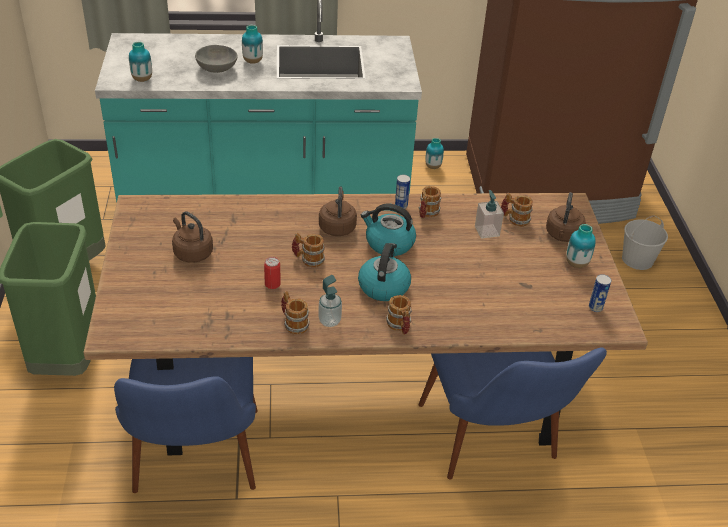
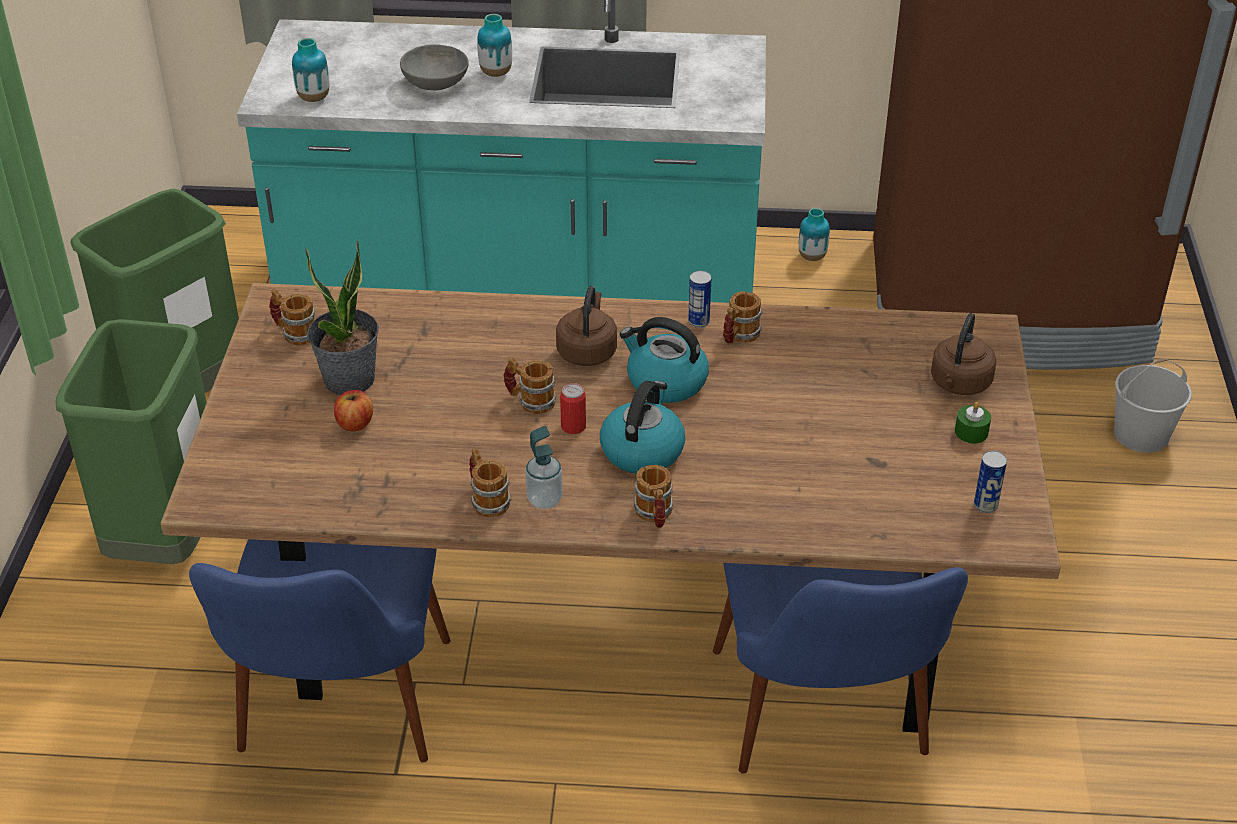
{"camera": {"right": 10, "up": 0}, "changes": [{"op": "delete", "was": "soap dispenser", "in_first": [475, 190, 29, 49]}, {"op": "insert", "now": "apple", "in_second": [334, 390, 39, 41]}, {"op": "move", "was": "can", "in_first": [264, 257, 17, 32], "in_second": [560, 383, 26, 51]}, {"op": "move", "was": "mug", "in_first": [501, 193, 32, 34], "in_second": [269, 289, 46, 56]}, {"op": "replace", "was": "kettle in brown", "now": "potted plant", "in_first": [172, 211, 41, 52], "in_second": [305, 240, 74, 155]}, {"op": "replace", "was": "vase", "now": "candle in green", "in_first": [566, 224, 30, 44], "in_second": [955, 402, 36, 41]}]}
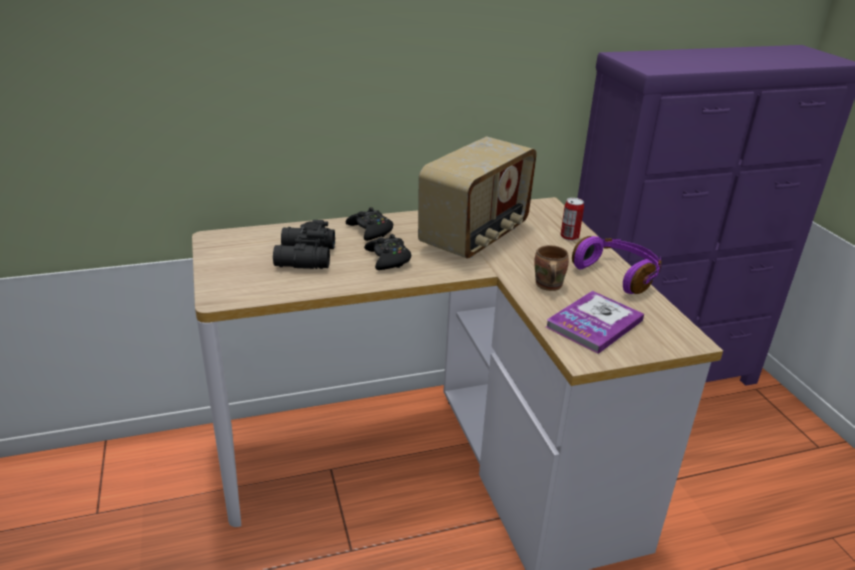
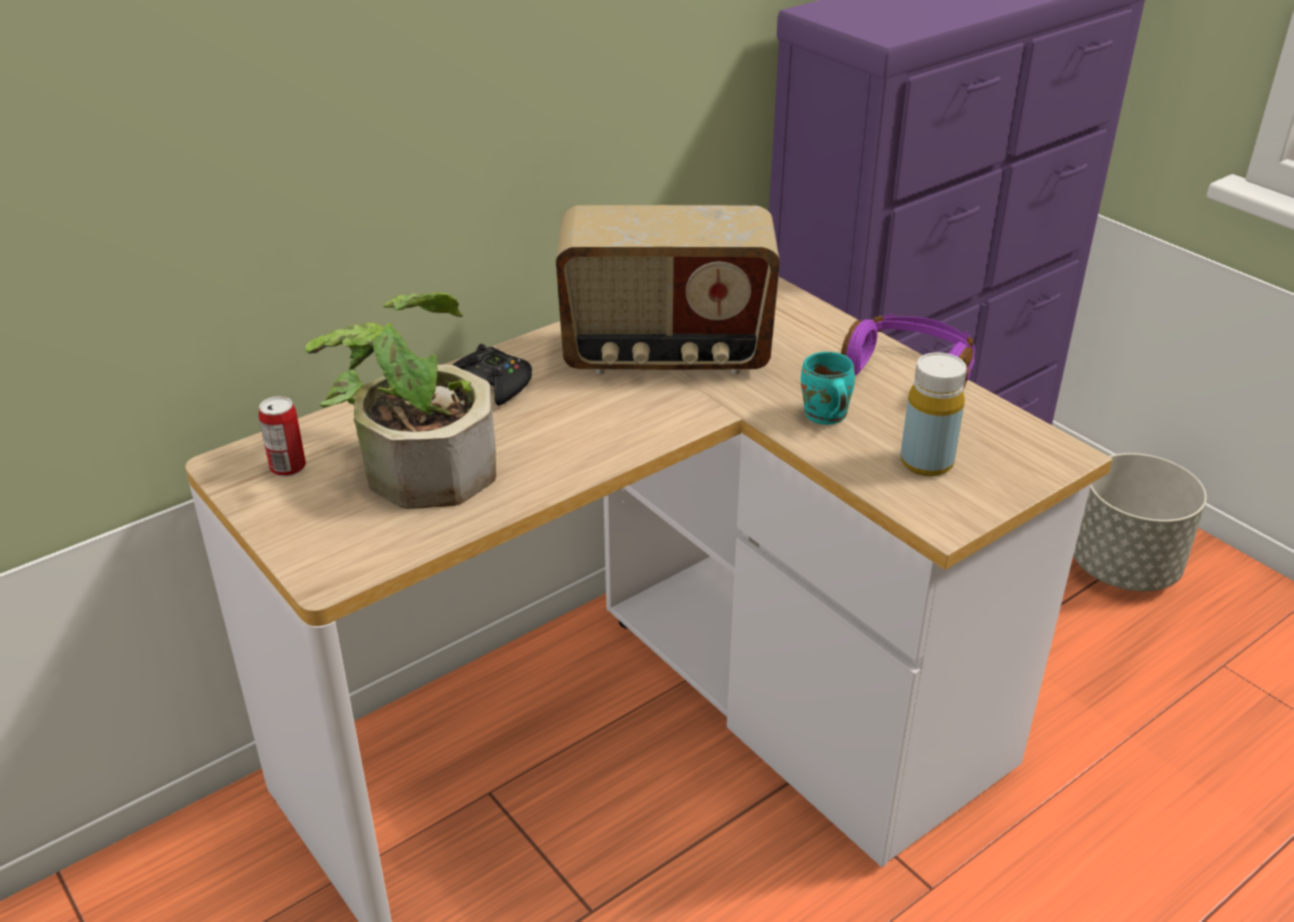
{"camera": {"right": -20, "up": 5}, "changes": [{"op": "delete", "was": "game controller in black", "in_first": [364, 234, 47, 36]}, {"op": "insert", "now": "planter in grey", "in_second": [1073, 453, 134, 138]}, {"op": "move", "was": "can", "in_first": [561, 198, 23, 43], "in_second": [259, 396, 47, 81]}, {"op": "replace", "was": "binoculars in black", "now": "potted plant", "in_first": [273, 220, 62, 49], "in_second": [306, 292, 190, 217]}, {"op": "replace", "was": "book", "now": "bottle in yellow", "in_first": [546, 291, 98, 63], "in_second": [900, 353, 67, 123]}, {"op": "recolor", "was": "mug in brown", "now": "mug in turquoise", "in_first": [534, 245, 35, 46], "in_second": [801, 352, 54, 73]}, {"op": "rotate", "was": "radio", "in_first": [418, 137, 119, 122], "in_second": [556, 205, 224, 169], "clockwise": 75}]}
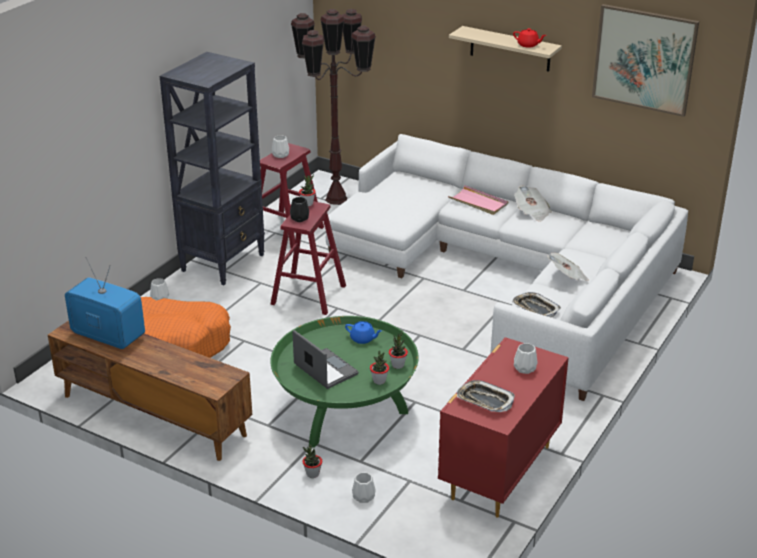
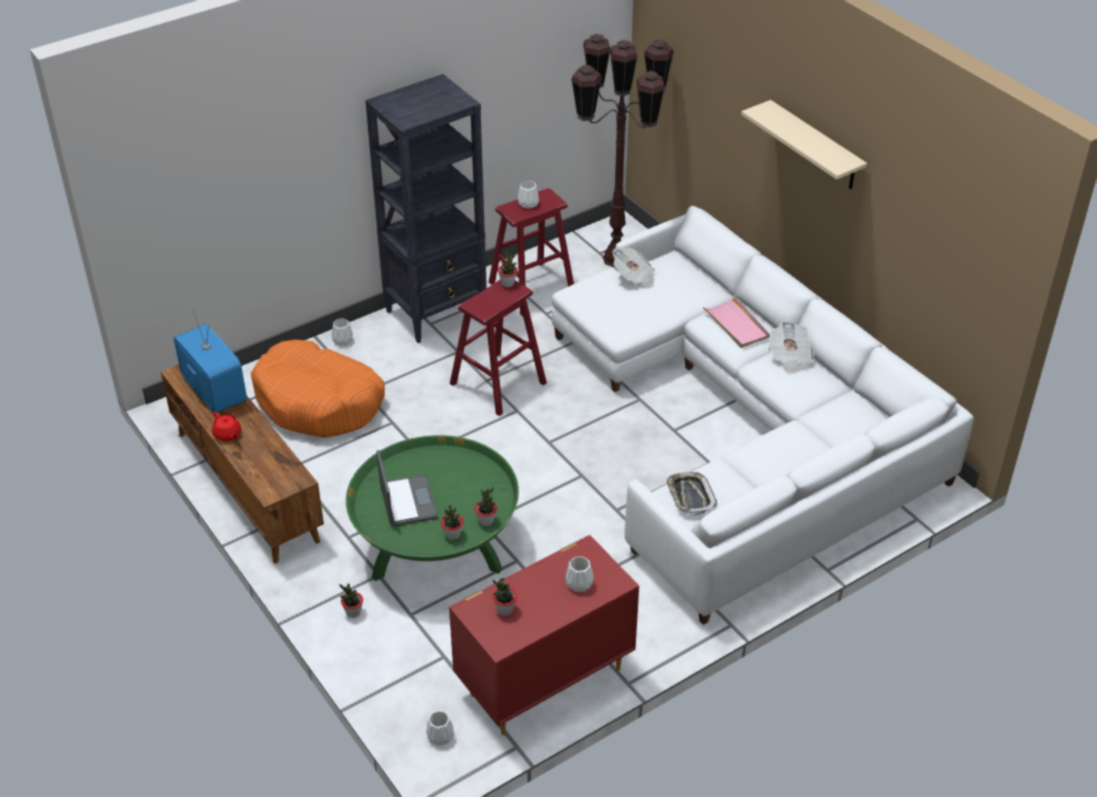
{"camera": {"right": 25, "up": 10}, "changes": [{"op": "delete", "was": "vase in black", "in_first": [290, 197, 19, 25]}, {"op": "delete", "was": "teapot in blue", "in_first": [345, 321, 37, 23]}, {"op": "delete", "was": "picture", "in_first": [592, 4, 107, 113]}, {"op": "move", "was": "vase in white", "in_first": [352, 473, 24, 30], "in_second": [426, 711, 28, 35]}, {"op": "move", "was": "teapot in red", "in_first": [513, 28, 33, 20], "in_second": [212, 412, 29, 29]}, {"op": "move", "was": "newspaper", "in_first": [547, 253, 42, 28], "in_second": [612, 247, 43, 40]}, {"op": "replace", "was": "tray", "now": "potted plant", "in_first": [457, 380, 58, 32], "in_second": [492, 578, 25, 38]}]}
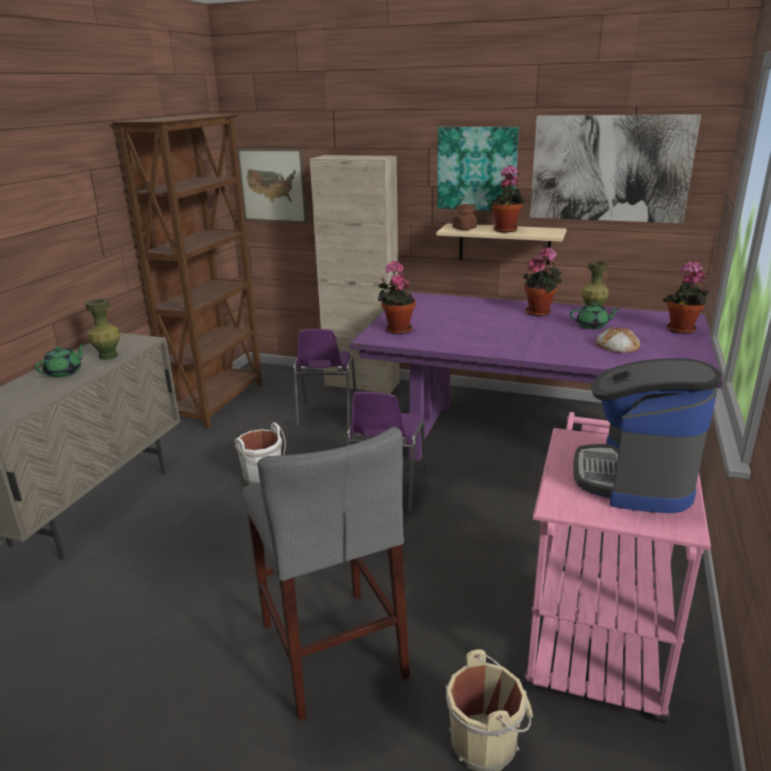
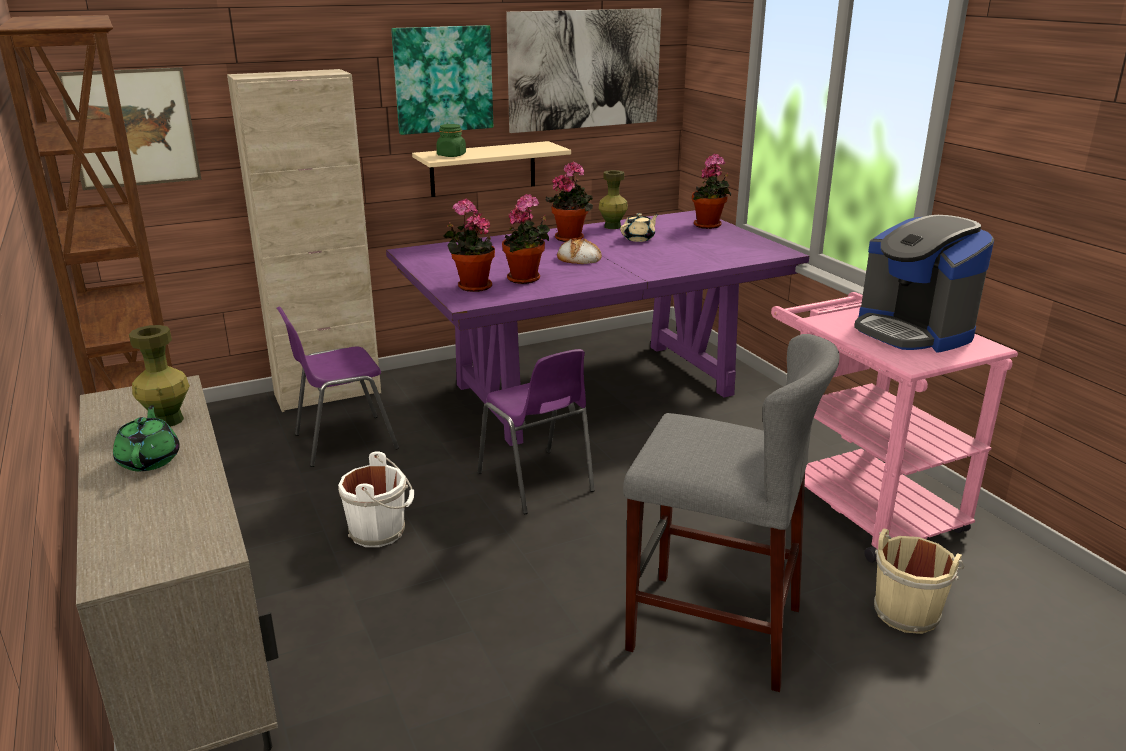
{"camera": {"right": -45, "up": 0}, "changes": [{"op": "move", "was": "potted plant", "in_first": [490, 165, 35, 68], "in_second": [502, 194, 48, 90]}, {"op": "move", "was": "bread", "in_first": [596, 326, 44, 27], "in_second": [557, 238, 45, 26]}, {"op": "recolor", "was": "jar in brown", "now": "jar in green", "in_first": [453, 204, 24, 26], "in_second": [436, 124, 30, 33]}, {"op": "recolor", "was": "teapot in green", "now": "teapot in beige", "in_first": [570, 303, 50, 26], "in_second": [620, 213, 39, 29]}, {"op": "rotate", "was": "chair in purple", "in_first": [293, 329, 63, 100], "in_second": [276, 306, 123, 161], "clockwise": 105}]}
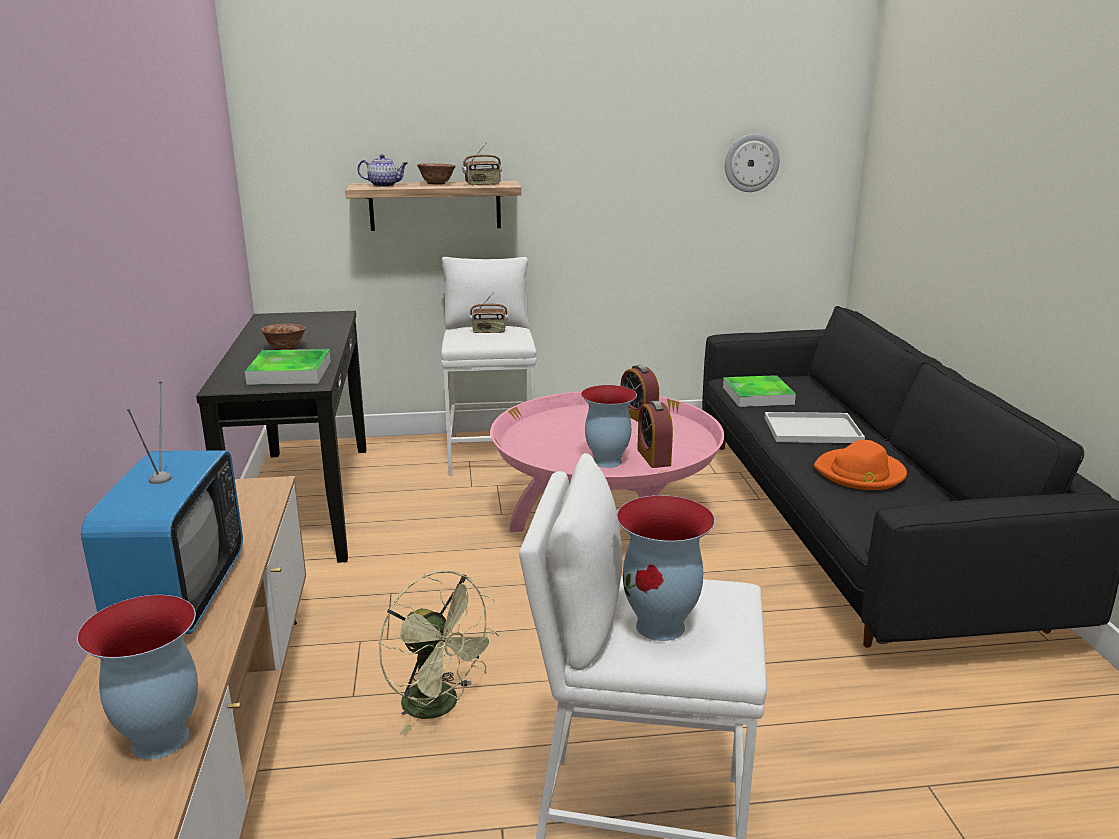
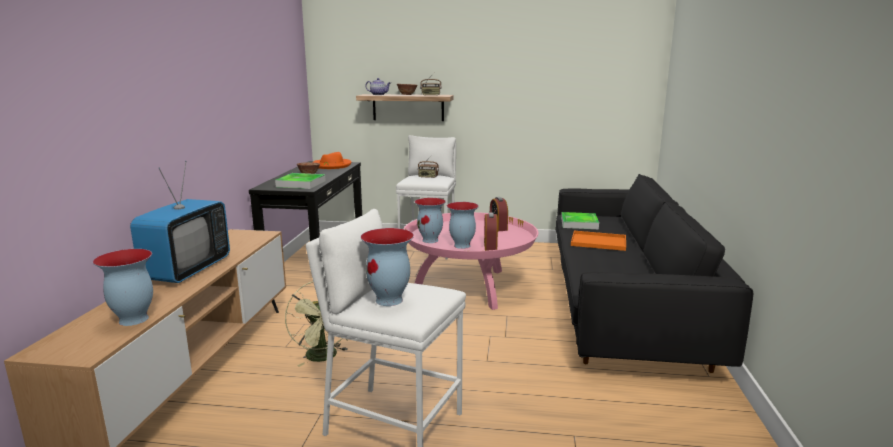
{"camera": {"right": 15, "up": -5}, "changes": [{"op": "delete", "was": "wall clock", "in_first": [725, 134, 55, 58]}, {"op": "insert", "now": "vase", "in_second": [414, 198, 32, 45]}, {"op": "move", "was": "hat in orange", "in_first": [814, 440, 93, 50], "in_second": [313, 152, 39, 17]}, {"op": "recolor", "was": "tray in white", "now": "tray in orange", "in_first": [765, 412, 100, 31], "in_second": [571, 231, 55, 20]}]}
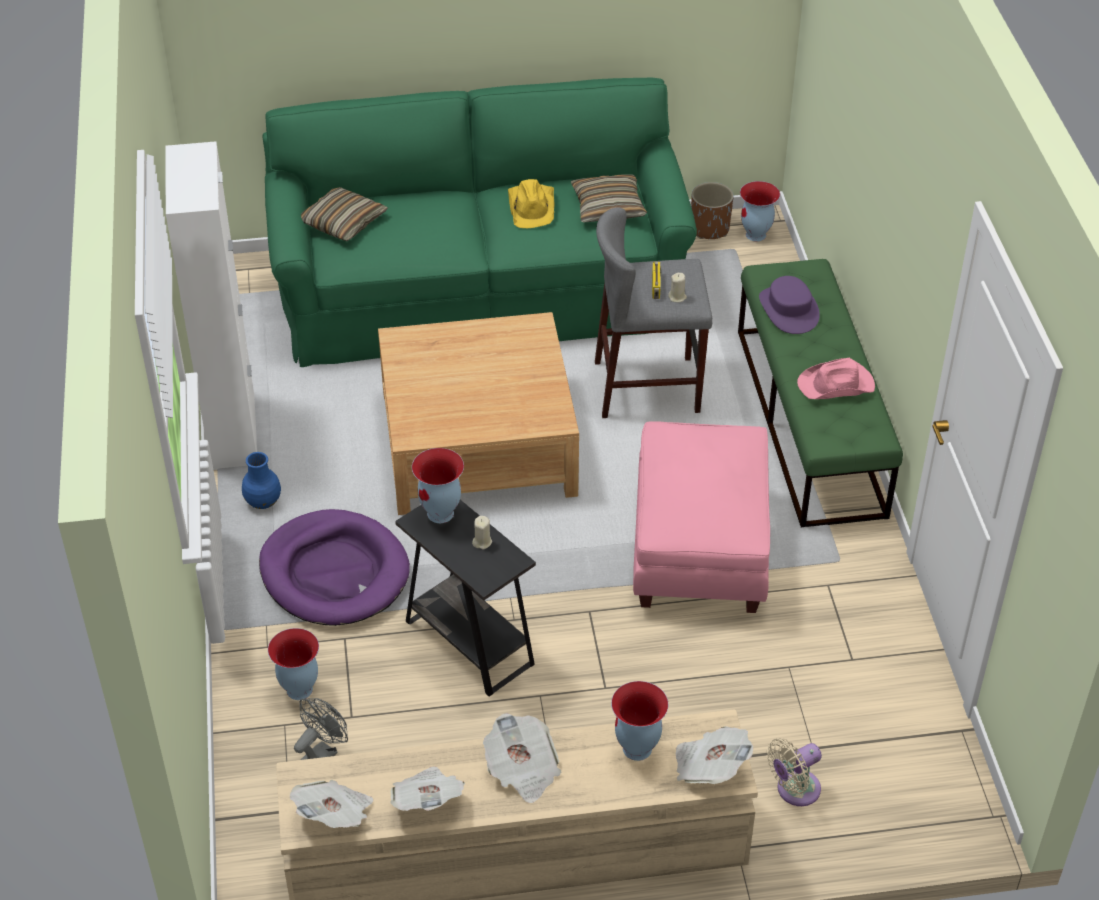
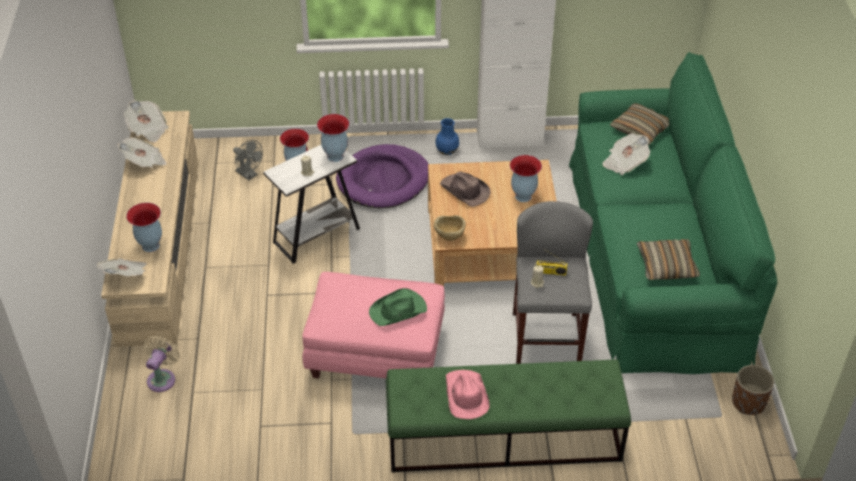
{"camera": {"right": 95, "up": 0}, "changes": [{"op": "delete", "was": "hat in yellow", "in_first": [508, 179, 47, 49]}, {"op": "delete", "was": "hat in purple", "in_first": [759, 276, 61, 58]}, {"op": "insert", "now": "hat in green", "in_second": [369, 288, 58, 38]}, {"op": "insert", "now": "bowl in beige", "in_second": [434, 215, 32, 26]}, {"op": "insert", "now": "hat in brown", "in_second": [440, 171, 50, 36]}, {"op": "move", "was": "newspaper", "in_first": [483, 713, 78, 90], "in_second": [602, 133, 48, 42]}, {"op": "move", "was": "vase", "in_first": [740, 181, 40, 61], "in_second": [510, 155, 32, 47]}, {"op": "recolor", "was": "side table in black", "now": "side table in white", "in_first": [395, 500, 141, 197], "in_second": [263, 145, 97, 119]}, {"op": "rotate", "was": "fan in beige", "in_first": [767, 738, 55, 68], "in_second": [144, 335, 36, 57], "clockwise": 45}]}
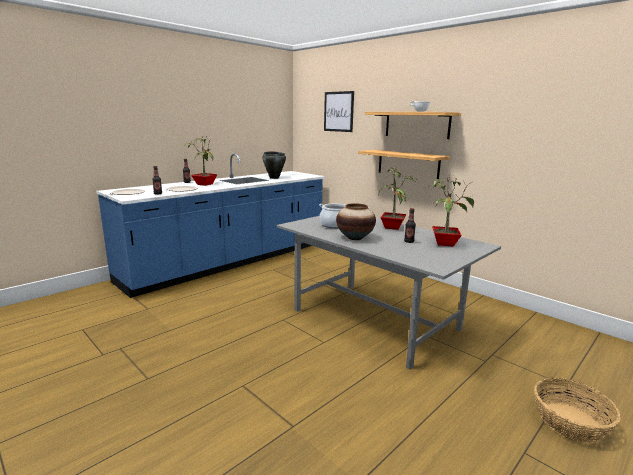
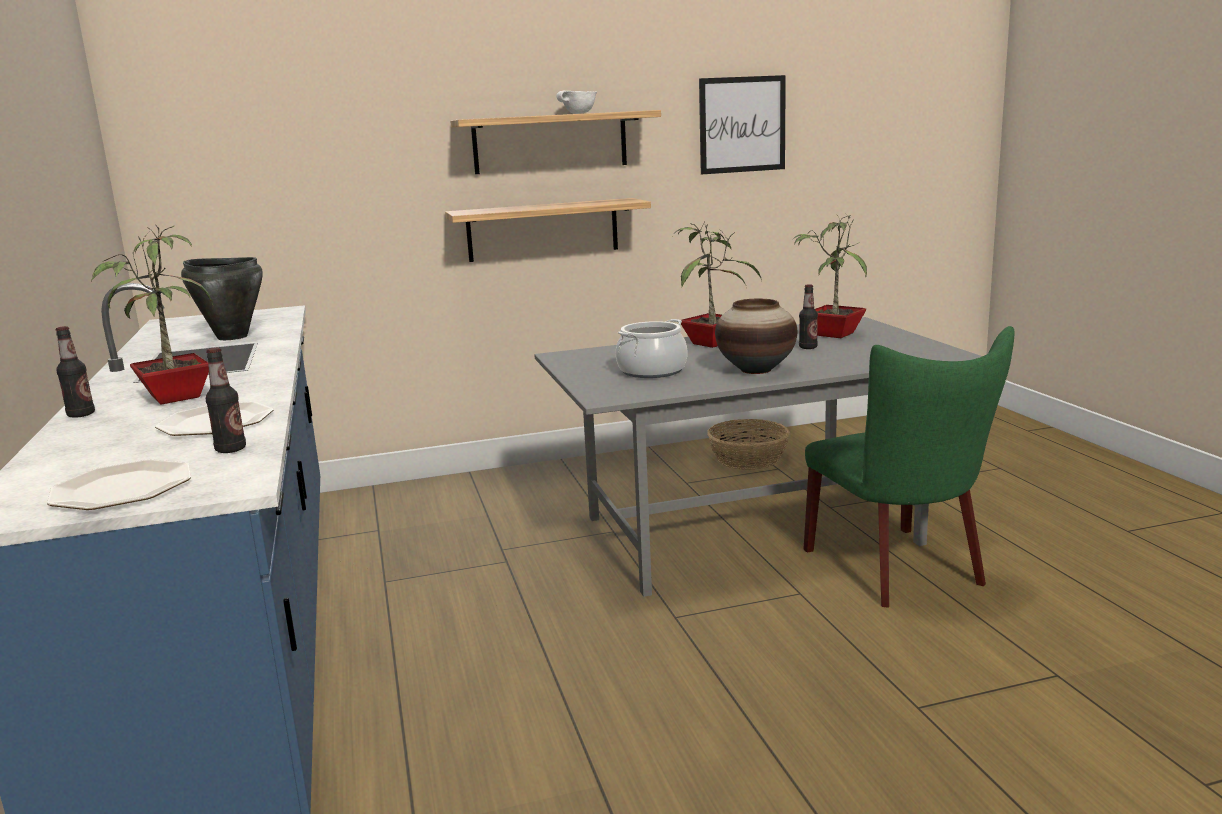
{"camera": {"right": -60, "up": 0}, "changes": [{"op": "insert", "now": "chair in green", "in_second": [803, 326, 211, 282]}, {"op": "move", "was": "picture", "in_first": [324, 91, 30, 41], "in_second": [699, 75, 87, 99]}, {"op": "move", "was": "basket", "in_first": [534, 378, 87, 65], "in_second": [708, 419, 82, 51]}]}
